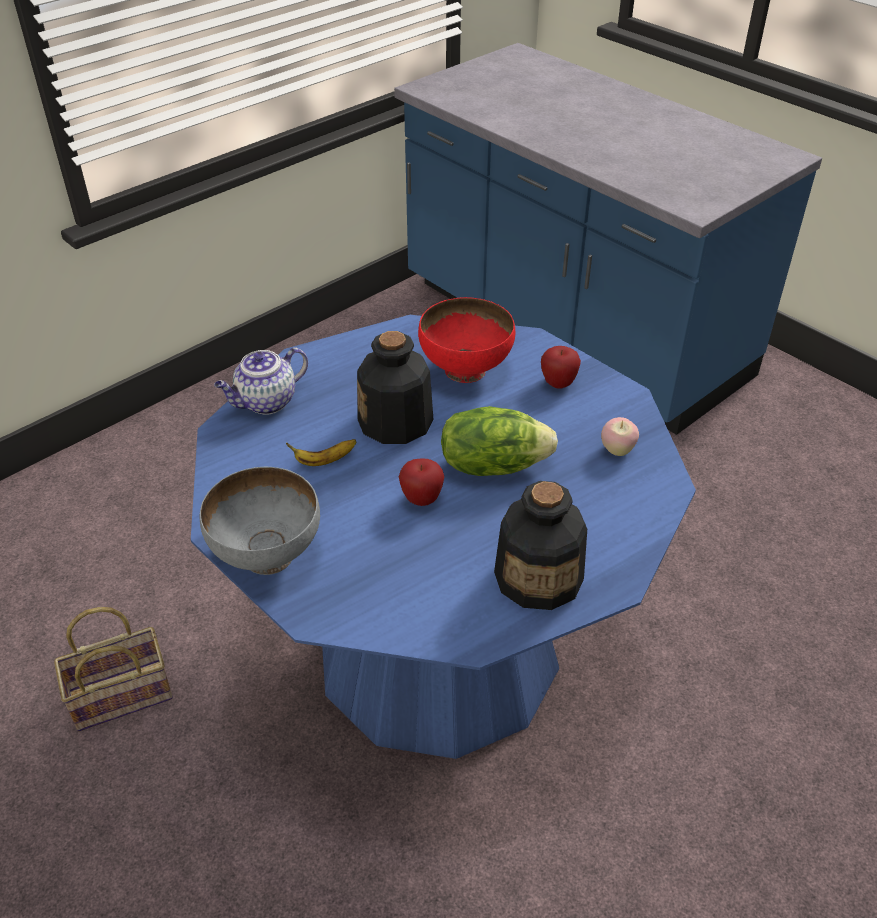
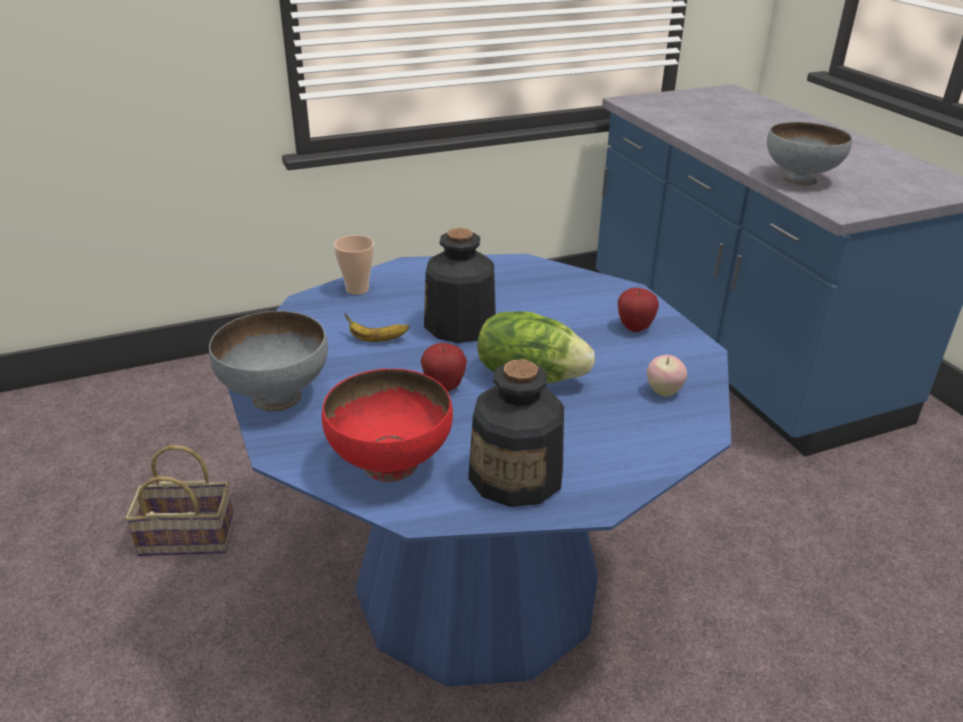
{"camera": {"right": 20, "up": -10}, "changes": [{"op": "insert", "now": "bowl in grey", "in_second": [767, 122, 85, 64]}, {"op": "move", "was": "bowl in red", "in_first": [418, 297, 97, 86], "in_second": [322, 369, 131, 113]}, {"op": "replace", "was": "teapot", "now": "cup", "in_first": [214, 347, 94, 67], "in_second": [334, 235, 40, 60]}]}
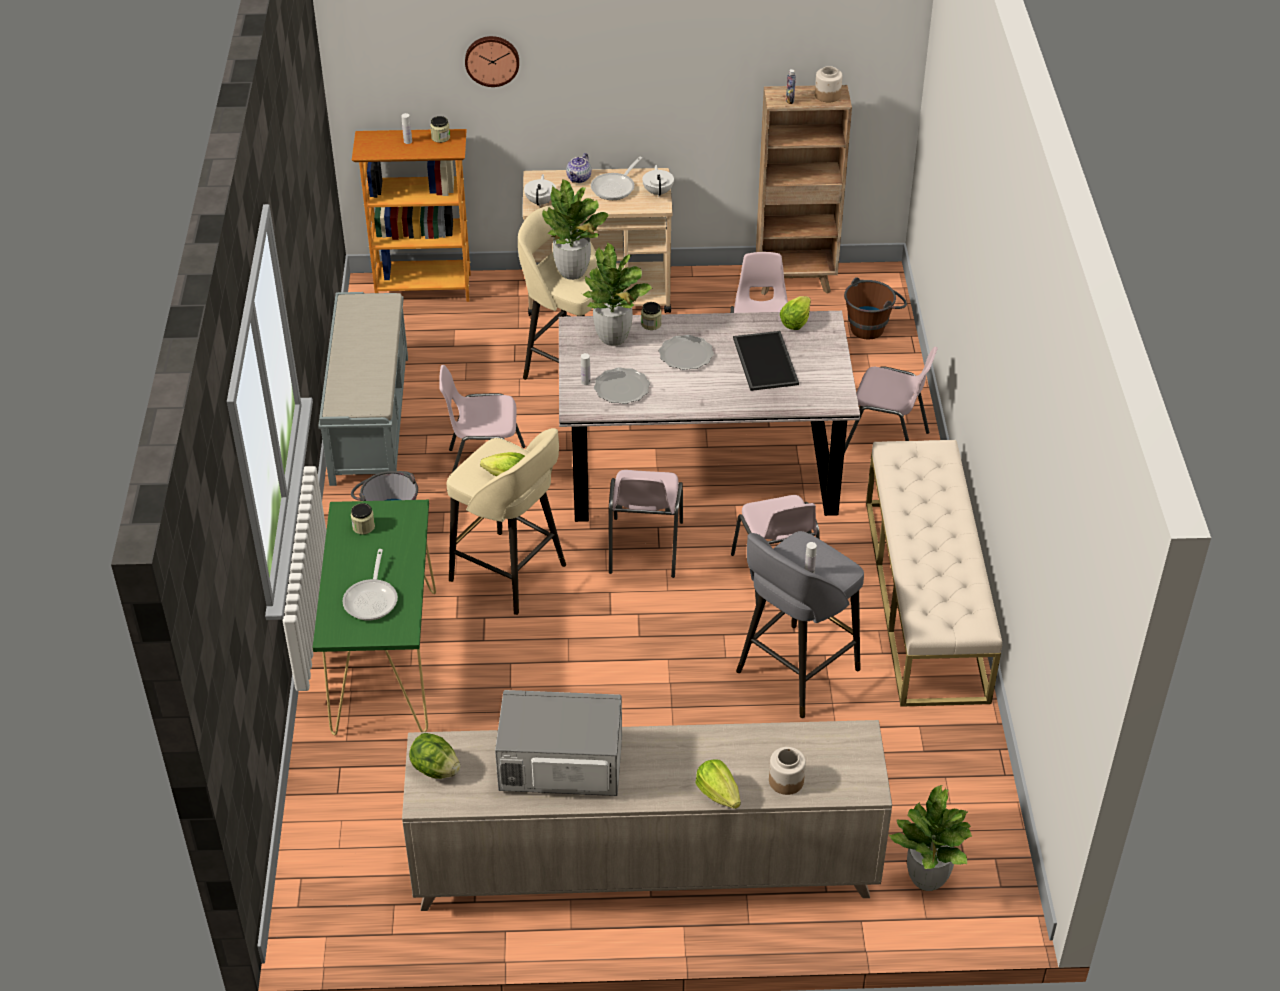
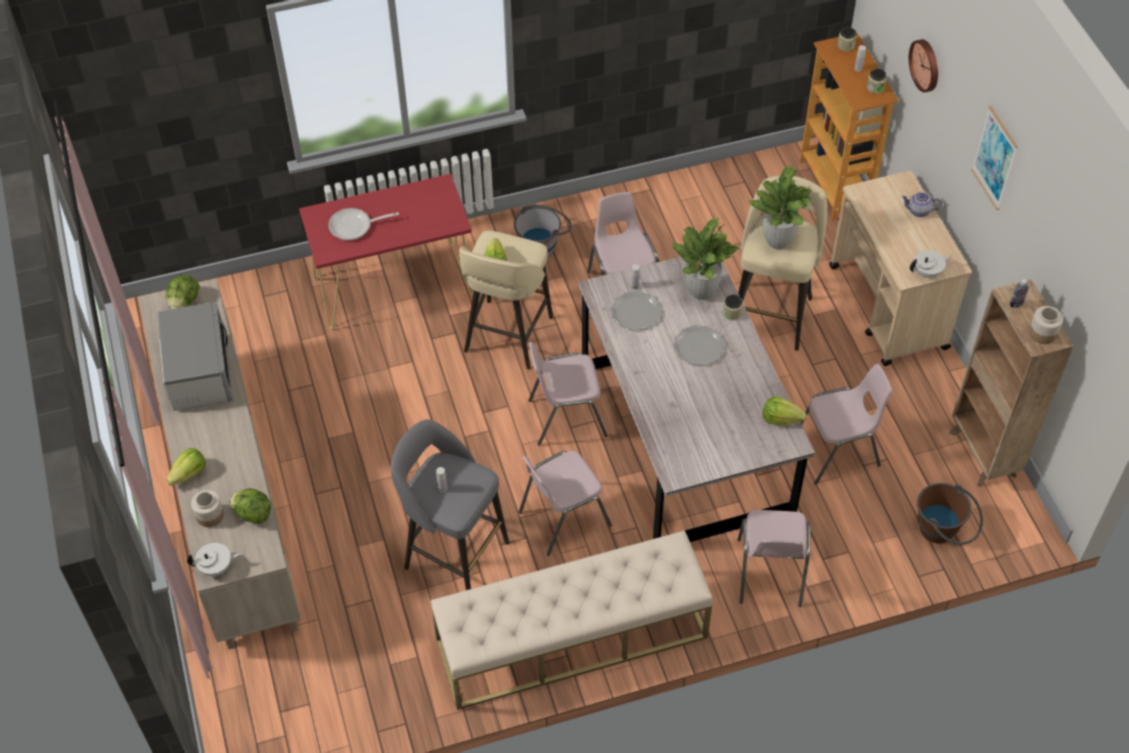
{"camera": {"right": 75, "up": 10}, "changes": [{"op": "delete", "was": "bench in grey", "in_first": [318, 292, 90, 194]}, {"op": "delete", "was": "frying pan", "in_first": [591, 157, 51, 43]}, {"op": "delete", "was": "tray", "in_first": [733, 331, 66, 60]}, {"op": "delete", "was": "potted plant", "in_first": [888, 785, 84, 106]}, {"op": "insert", "now": "lettuce", "in_second": [229, 489, 42, 35]}, {"op": "insert", "now": "picture", "in_second": [971, 106, 47, 104]}, {"op": "move", "was": "jar", "in_first": [351, 503, 24, 31], "in_second": [837, 27, 19, 24]}, {"op": "move", "was": "teapot in white", "in_first": [524, 174, 32, 33], "in_second": [187, 543, 54, 33]}, {"op": "recolor", "was": "console table in green", "now": "console table in red", "in_first": [313, 500, 123, 235], "in_second": [299, 174, 175, 155]}]}
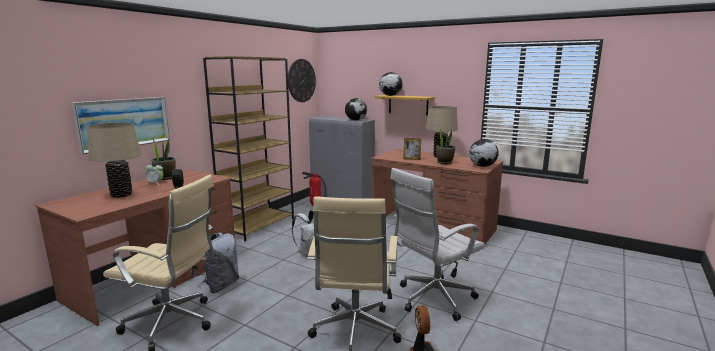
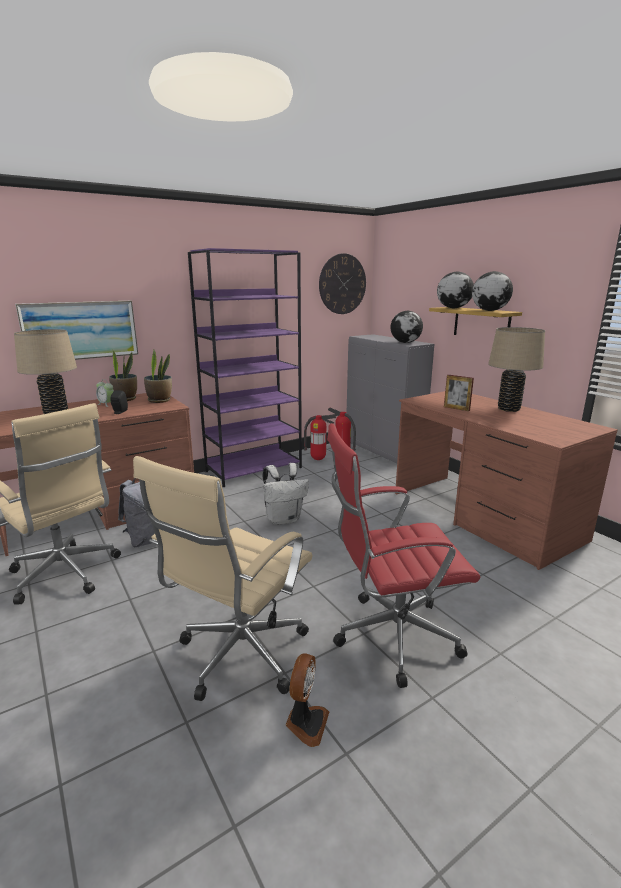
{"camera": {"right": 25, "up": 5}, "changes": [{"op": "insert", "now": "fire extinguisher", "in_second": [304, 415, 32, 45]}, {"op": "move", "was": "potted plant", "in_first": [436, 127, 20, 37], "in_second": [144, 350, 28, 53]}, {"op": "move", "was": "globe", "in_first": [469, 139, 30, 28], "in_second": [472, 271, 41, 40]}, {"op": "recolor", "was": "bookcase in brown", "now": "bookcase in purple", "in_first": [203, 56, 91, 186], "in_second": [188, 248, 114, 239]}, {"op": "recolor", "was": "office chair in white", "now": "office chair in red", "in_first": [390, 168, 95, 153], "in_second": [327, 423, 153, 265]}]}
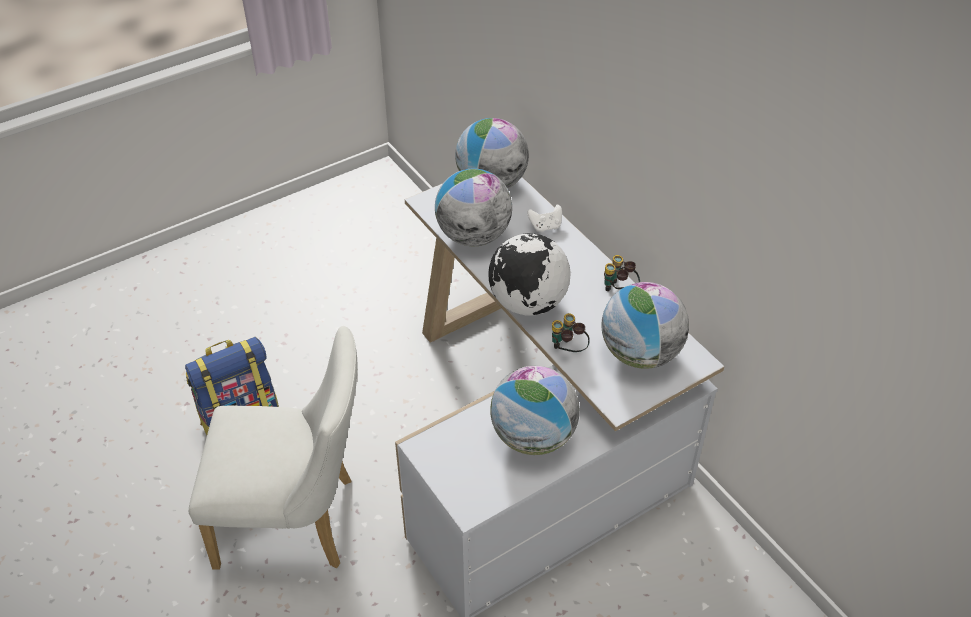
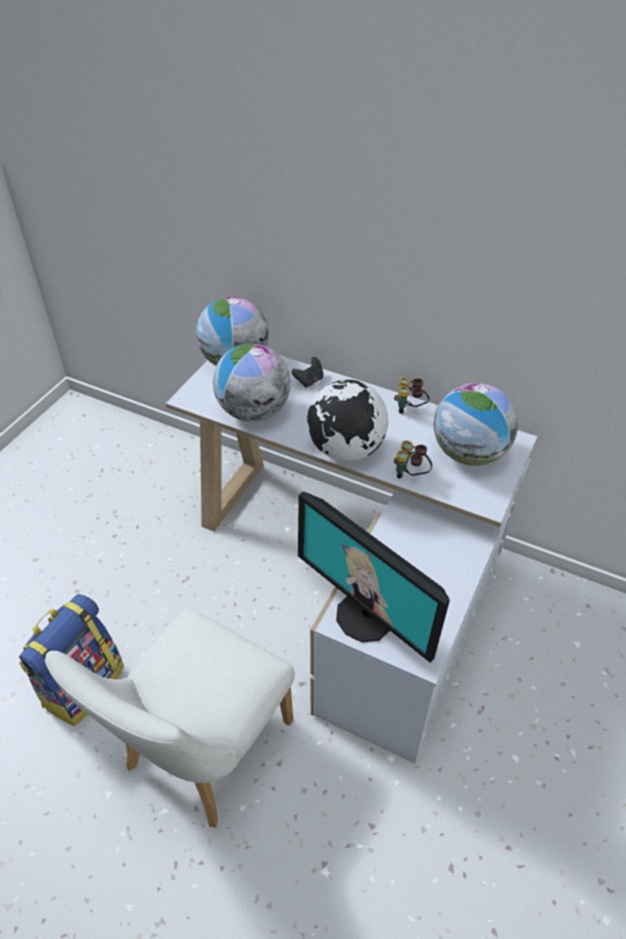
{"camera": {"right": -30, "up": 0}, "changes": [{"op": "delete", "was": "globe", "in_first": [490, 366, 90, 89]}, {"op": "insert", "now": "monitor", "in_second": [298, 491, 152, 171]}, {"op": "recolor", "was": "game controller in white", "now": "game controller in black", "in_first": [527, 205, 35, 27], "in_second": [291, 357, 33, 31]}, {"op": "rotate", "was": "chair in white", "in_first": [189, 326, 169, 244], "in_second": [45, 608, 250, 219], "clockwise": 150}]}
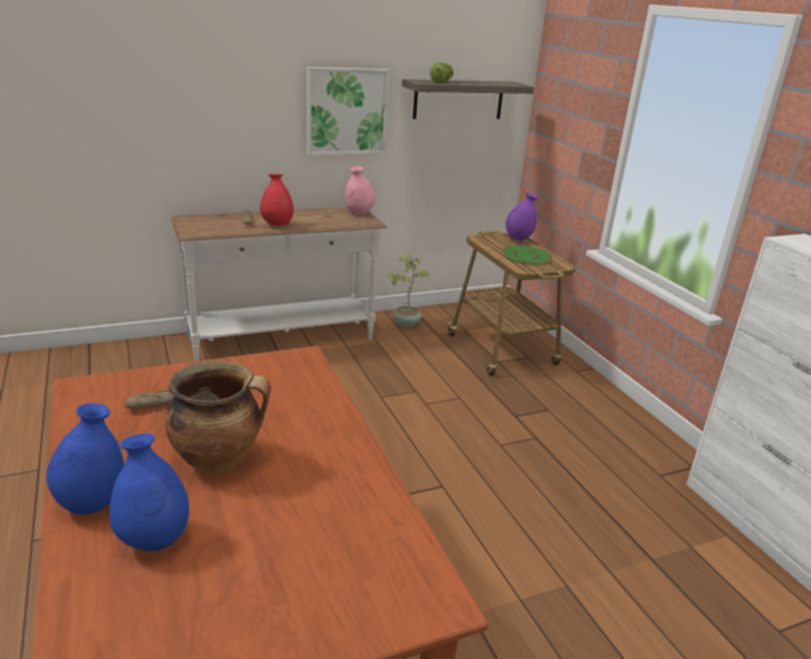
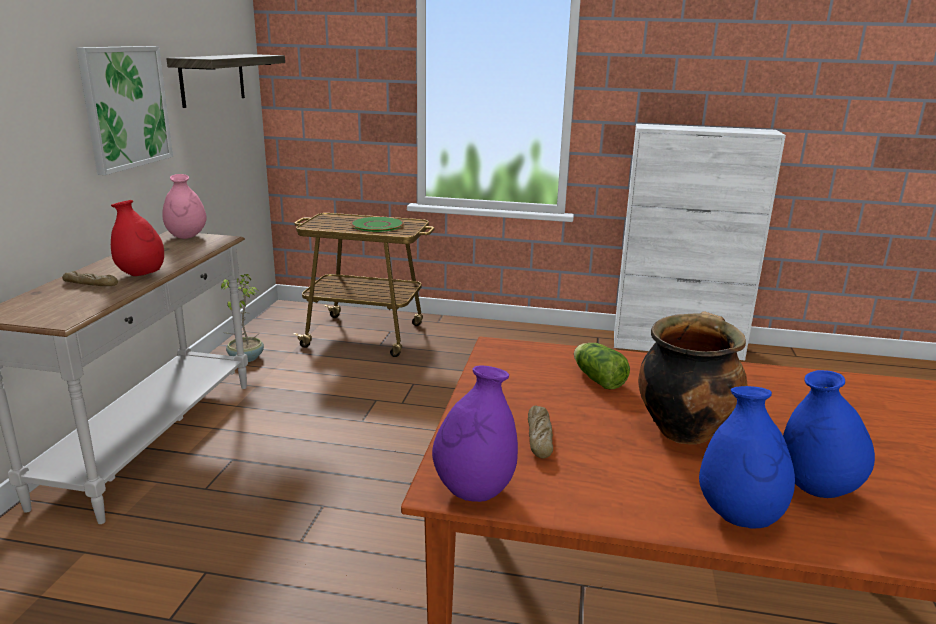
{"camera": {"right": -55, "up": -5}, "changes": [{"op": "move", "was": "lettuce", "in_first": [430, 63, 24, 20], "in_second": [574, 343, 56, 46]}, {"op": "move", "was": "vase in purple", "in_first": [506, 193, 32, 47], "in_second": [432, 365, 86, 137]}]}
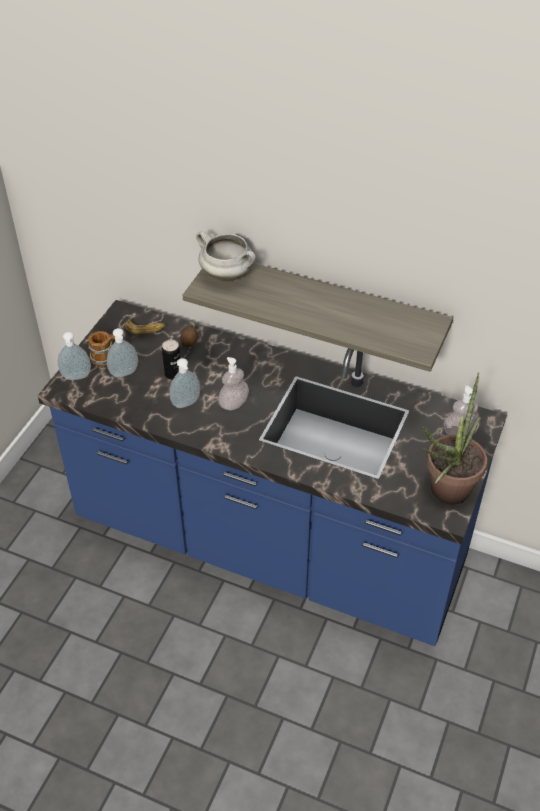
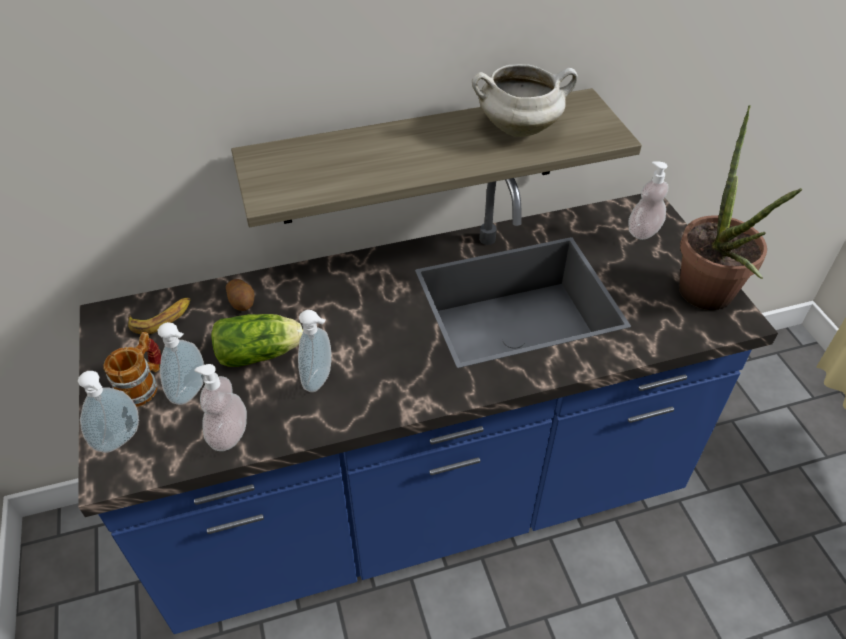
{"camera": {"right": -40, "up": 0}, "changes": [{"op": "move", "was": "cooking pot in white", "in_first": [196, 231, 60, 50], "in_second": [472, 64, 106, 73]}, {"op": "move", "was": "soap dispenser", "in_first": [218, 357, 31, 53], "in_second": [195, 364, 52, 87]}, {"op": "replace", "was": "can", "now": "lettuce", "in_first": [162, 340, 19, 40], "in_second": [211, 314, 92, 53]}]}
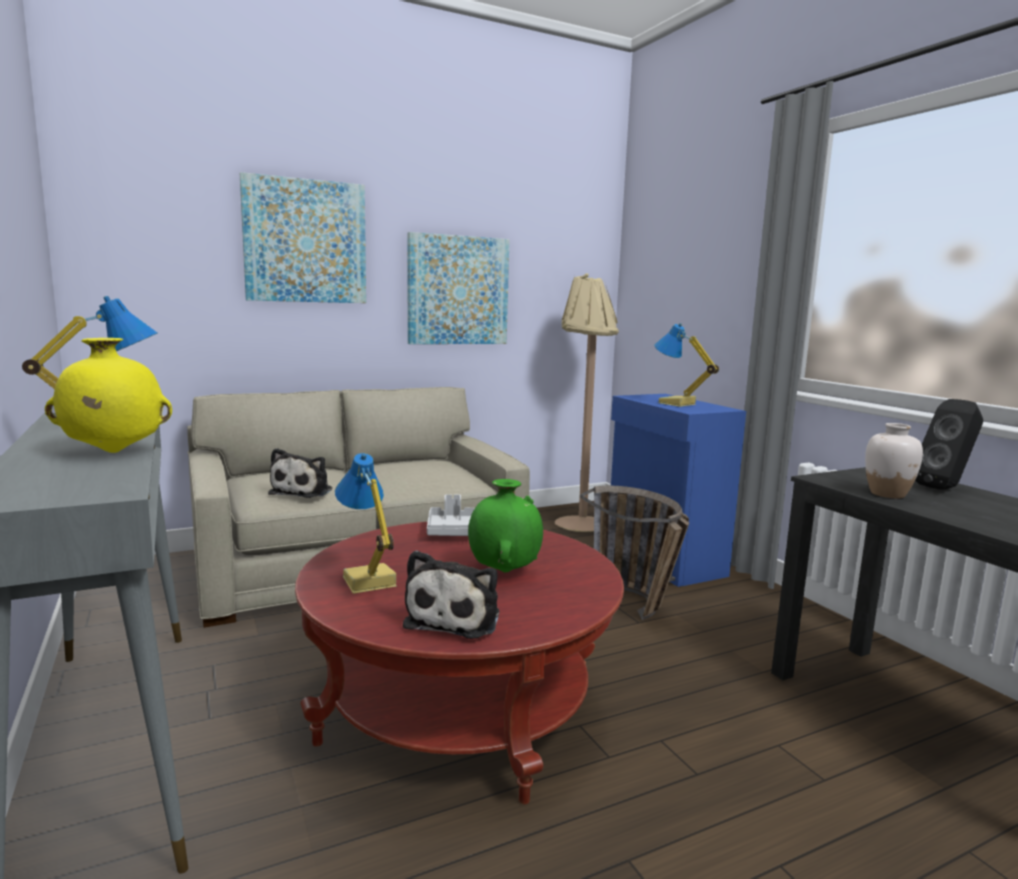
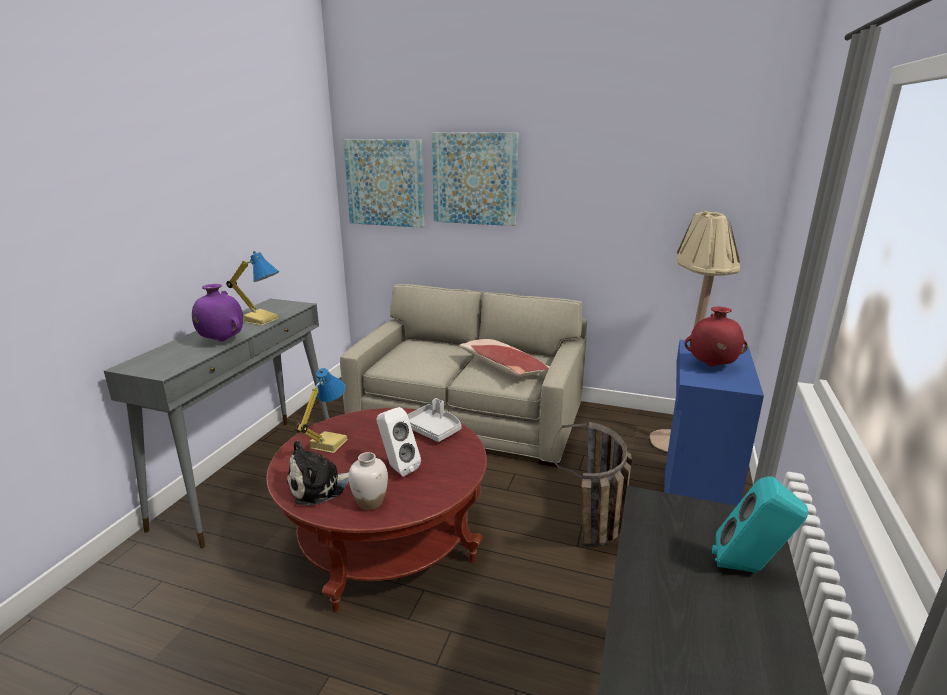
{"camera": {"right": 45, "up": 10}, "changes": [{"op": "delete", "was": "plush toy", "in_first": [268, 448, 64, 50]}, {"op": "insert", "now": "pillow", "in_second": [459, 339, 91, 38]}, {"op": "move", "was": "picture", "in_first": [408, 232, 102, 112], "in_second": [343, 139, 82, 89]}, {"op": "move", "was": "vase in white", "in_first": [865, 423, 58, 75], "in_second": [349, 452, 39, 58]}, {"op": "replace", "was": "vase in green", "now": "speaker in white", "in_first": [468, 479, 75, 94], "in_second": [377, 407, 44, 70]}, {"op": "replace", "was": "table lamp", "now": "vase in red", "in_first": [654, 323, 65, 84], "in_second": [685, 307, 63, 59]}, {"op": "recolor", "was": "vase in yellow", "now": "vase in purple", "in_first": [45, 338, 127, 115], "in_second": [192, 284, 51, 58]}, {"op": "recolor", "was": "speaker in black", "now": "speaker in turquoise", "in_first": [915, 399, 68, 91], "in_second": [712, 476, 96, 97]}]}
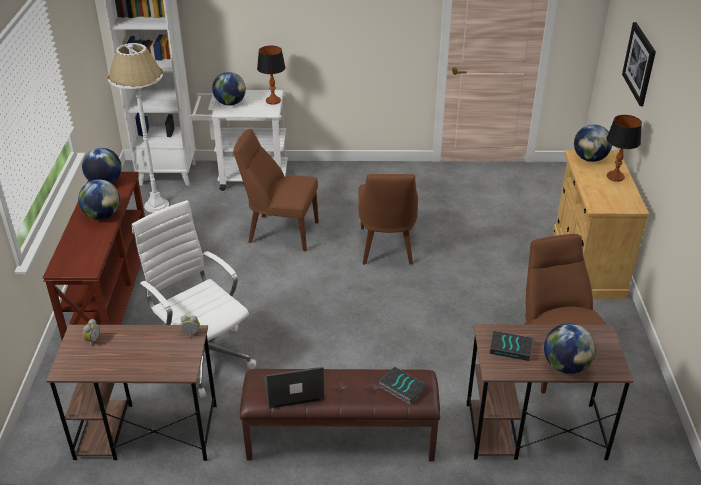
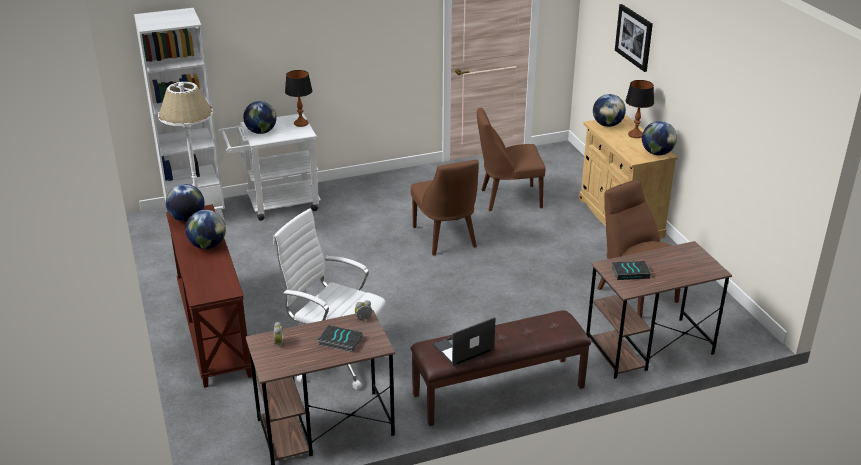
{"camera": {"right": -20, "up": -5}, "changes": [{"op": "move", "was": "chair in brown", "in_first": [233, 129, 86, 122], "in_second": [477, 108, 68, 103]}, {"op": "move", "was": "book", "in_first": [379, 367, 47, 37], "in_second": [318, 325, 44, 28]}, {"op": "move", "was": "globe", "in_first": [544, 323, 52, 51], "in_second": [642, 121, 35, 34]}]}
